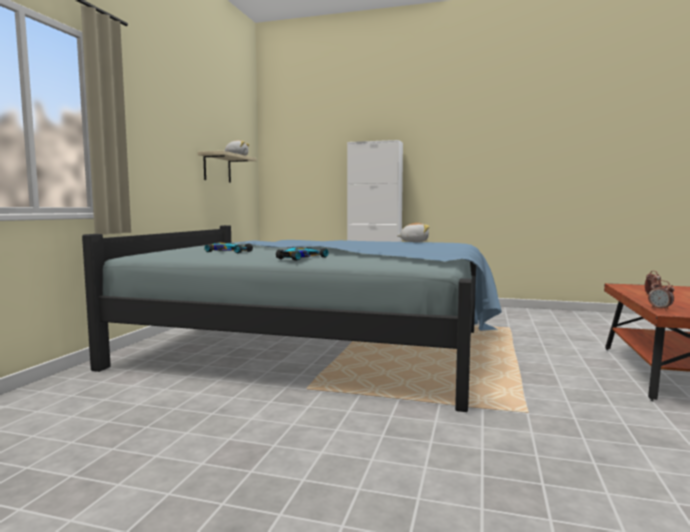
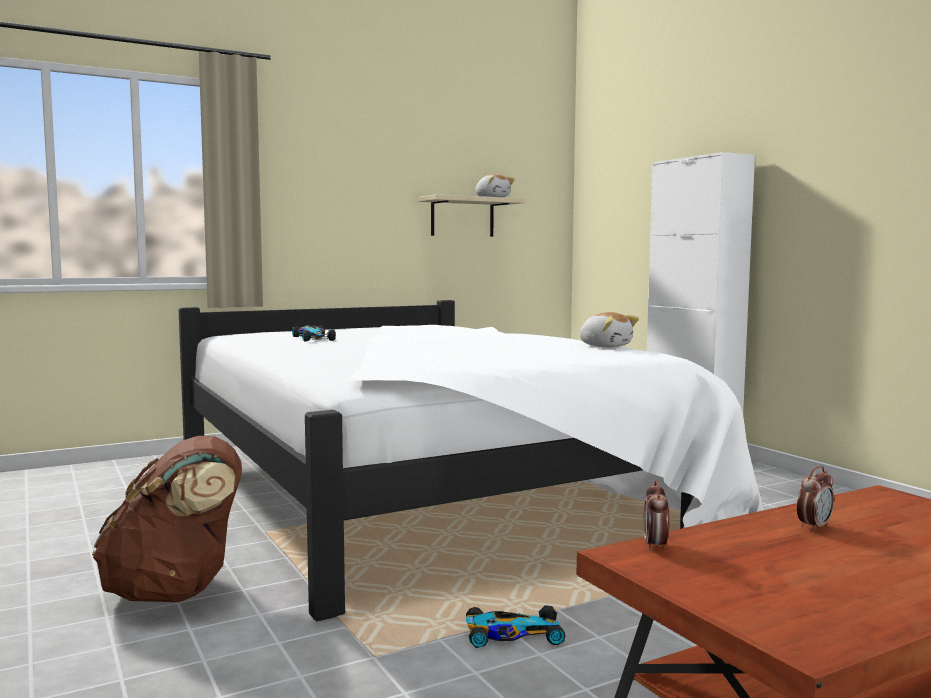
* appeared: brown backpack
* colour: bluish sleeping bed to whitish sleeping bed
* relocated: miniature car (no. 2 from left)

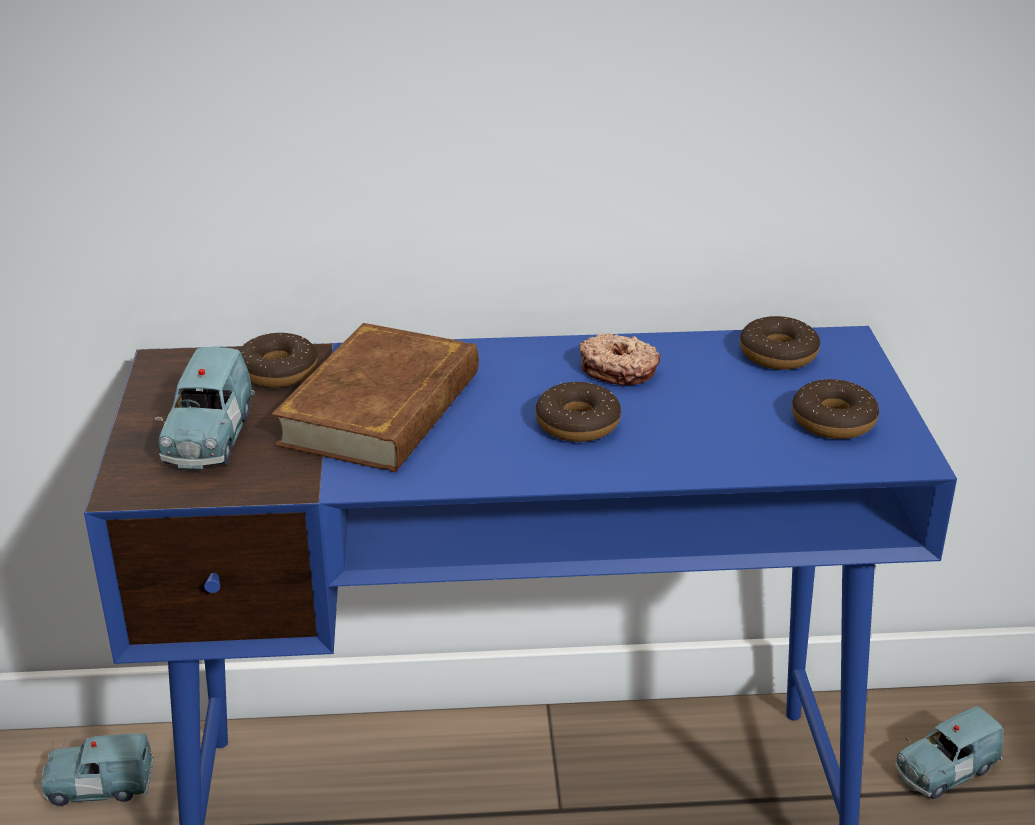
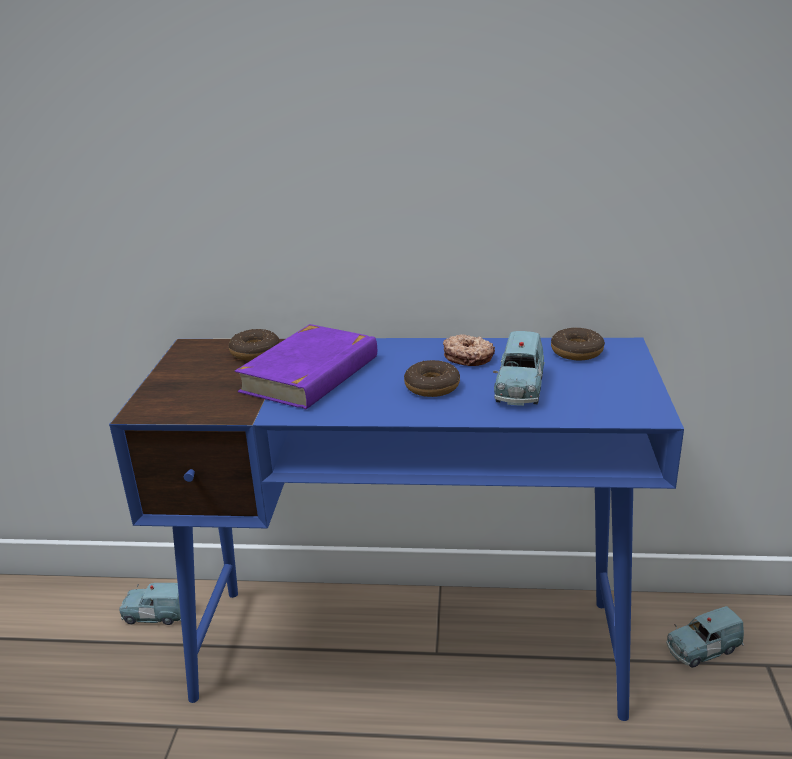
* colour: brown bound book to purple bound book
* relocated: bluish miniature car (no. 2 from left)
* missing: ring doughnut (no. 5 from left)

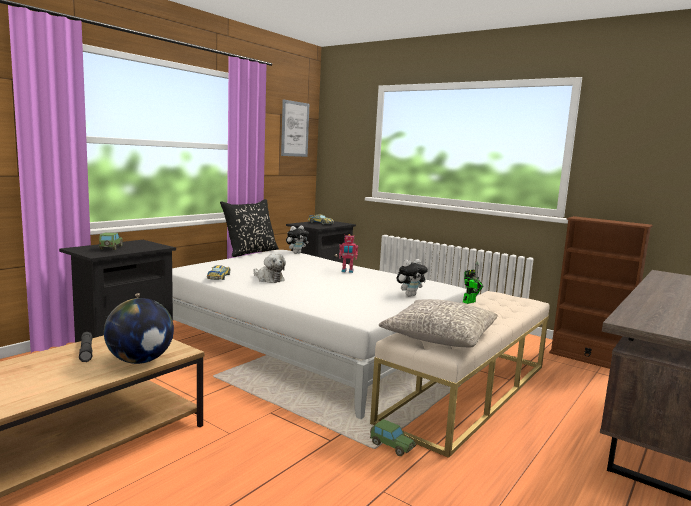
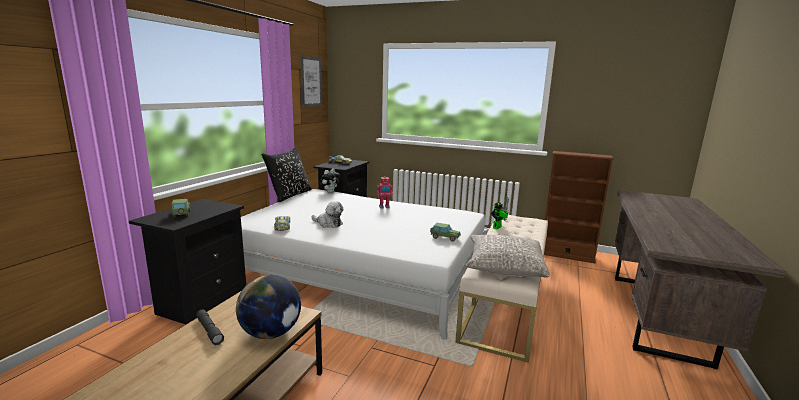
* relocated: miniature car (no. 4 from left)
* missing: soft toy (no. 3 from left)

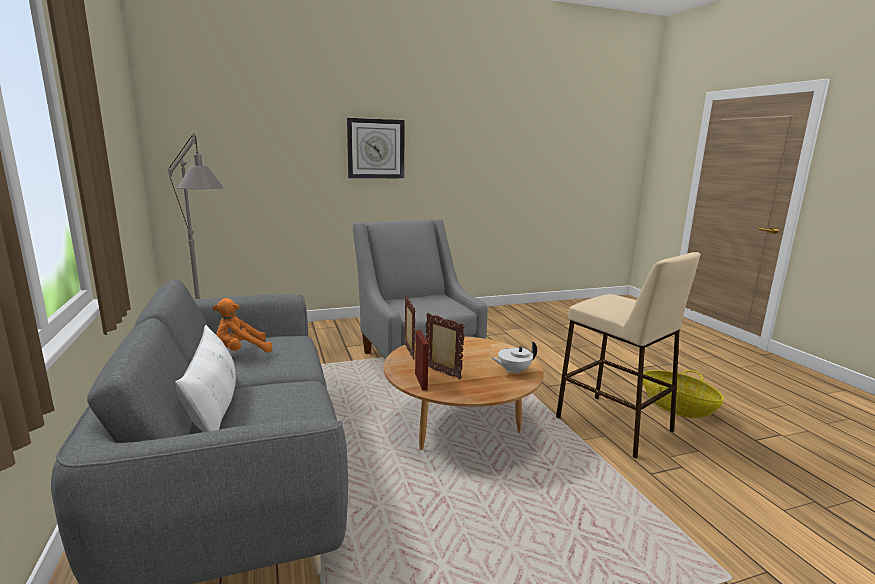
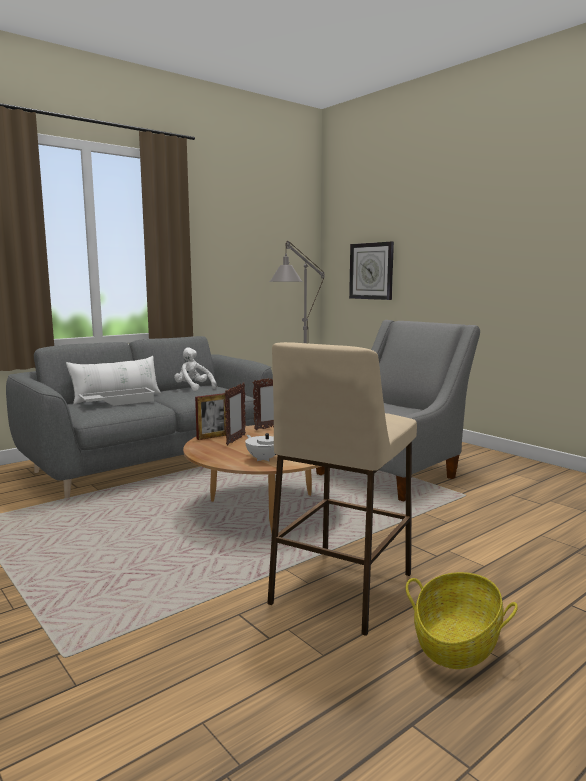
* appeared: whitish carrying tray
* colour: orange-coloured soft toy to whitish soft toy
* relocated: clock on the wall

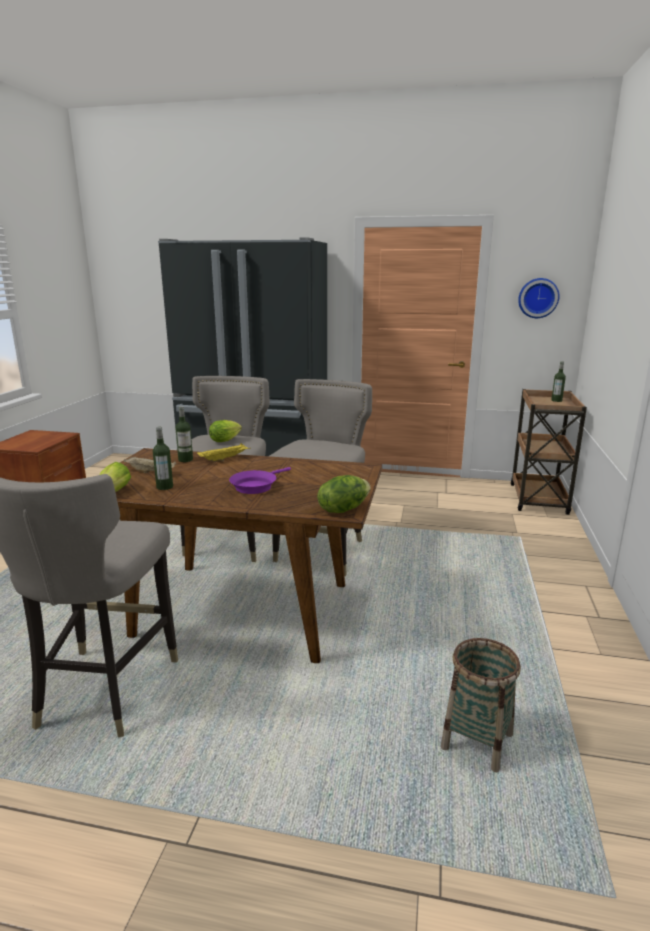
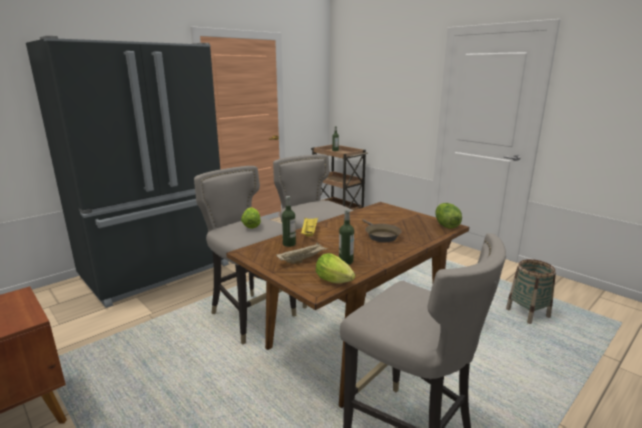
* colour: purple skillet to brown skillet
* missing: clock on the wall

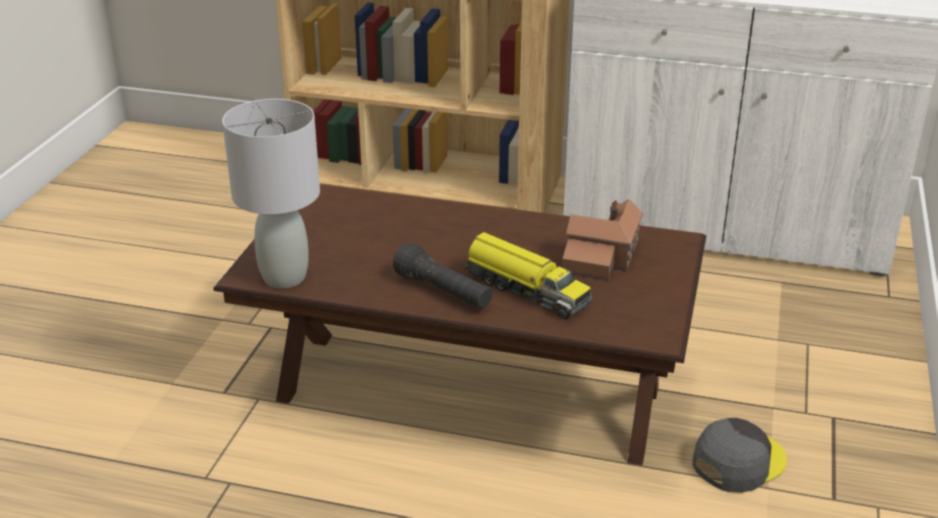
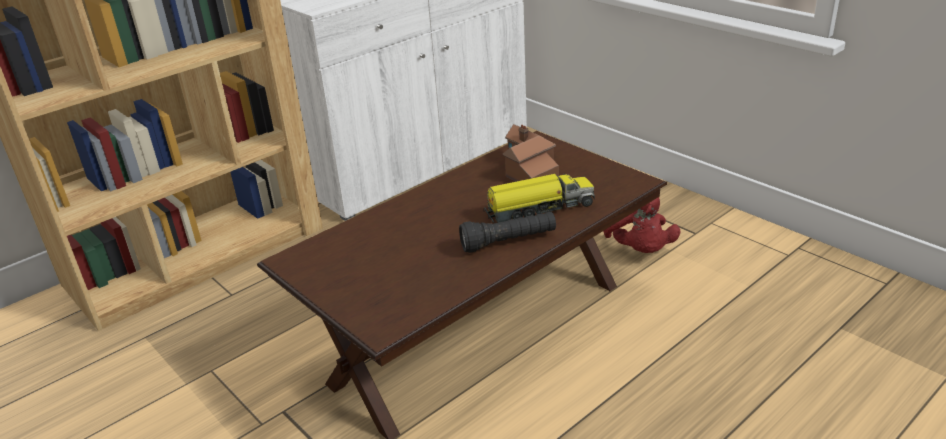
* exchanged: gray baseball cap to reddish soft toy
* missing: gray lamp for a table

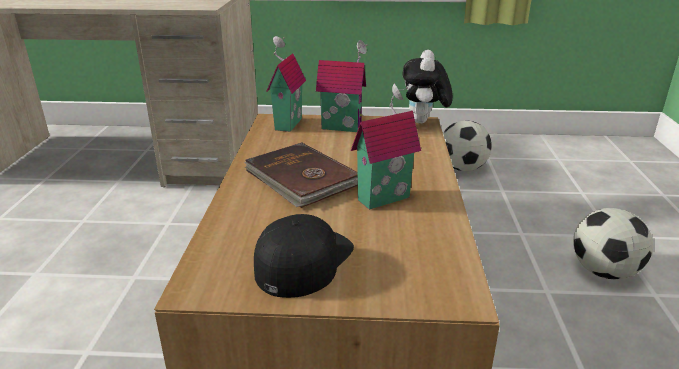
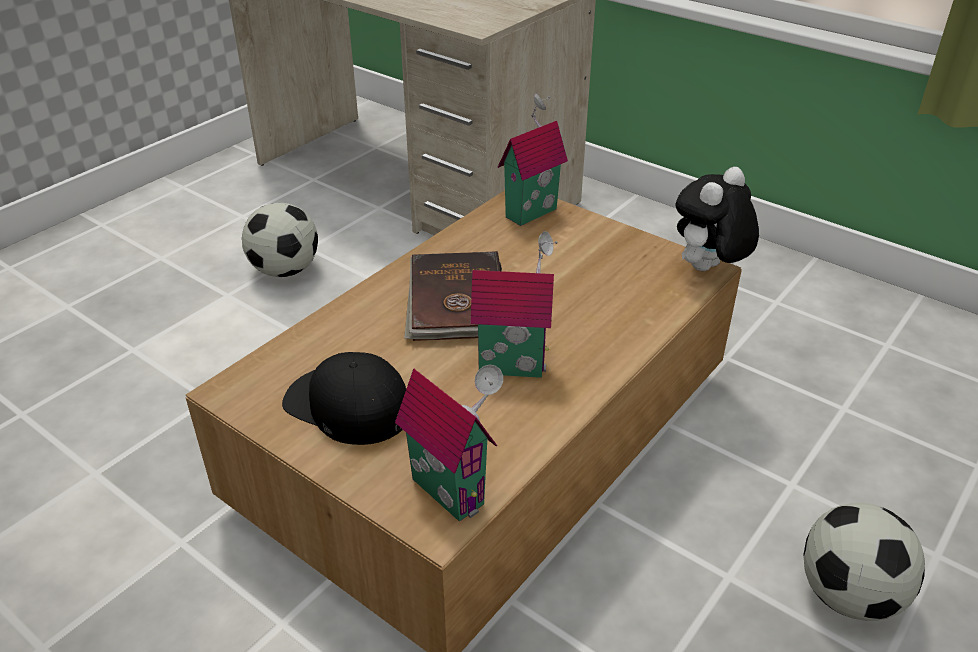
* relocated: football (no. 1 from left)
* spun: black-coloured baseball cap 120 degrees counterclockwise
* relocated: model house (no. 2 from left in the first image) to model house (no. 1 from left)

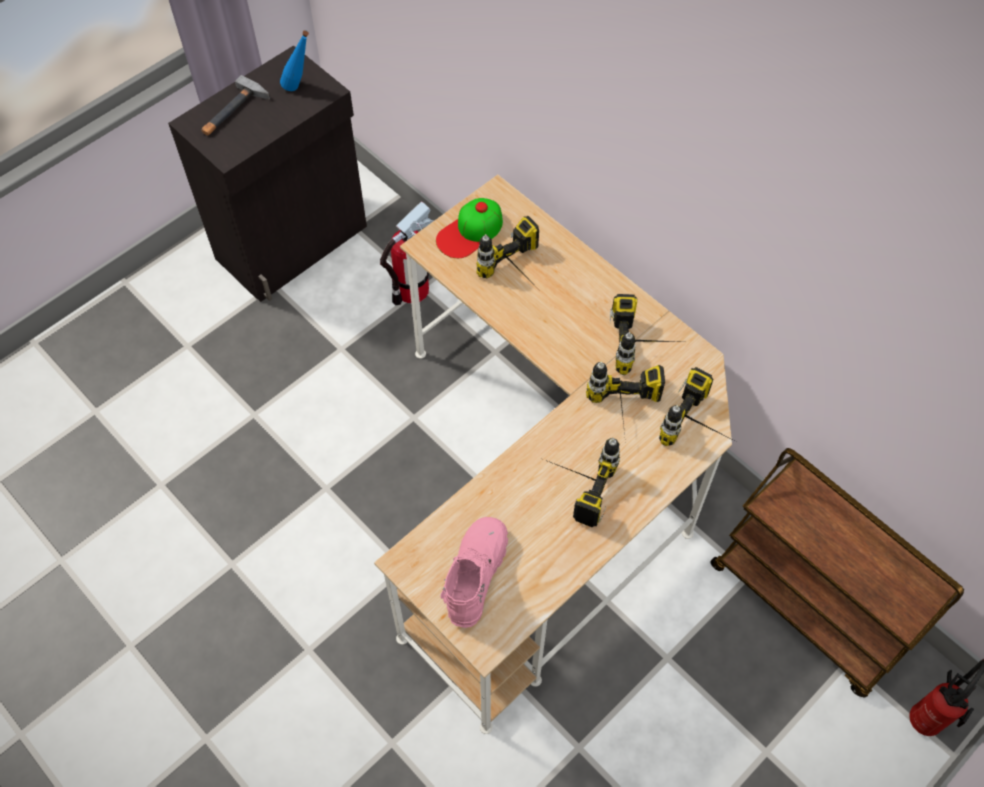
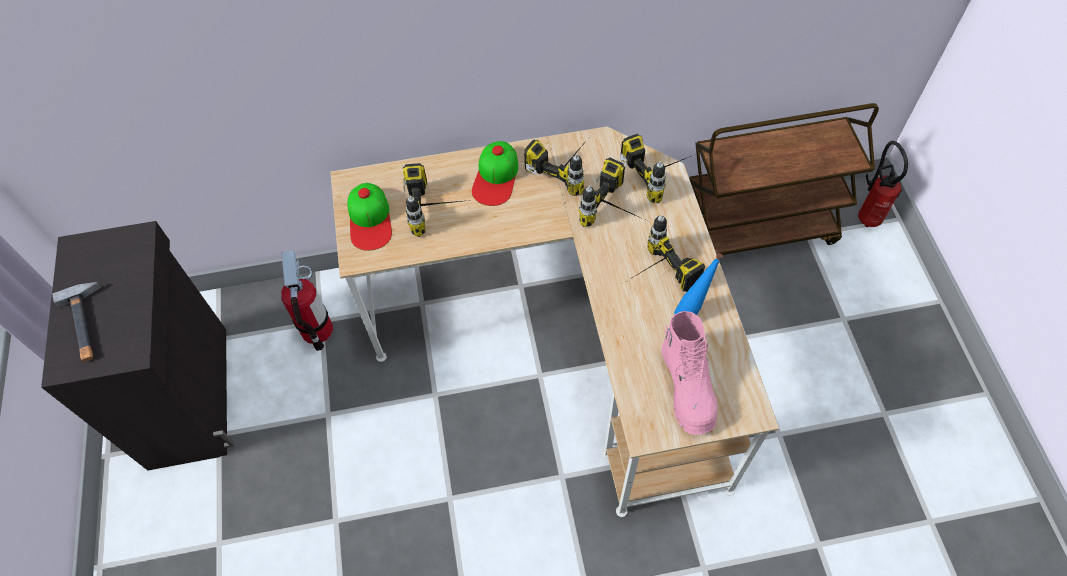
* appeared: baseball cap (no. 2 from left)
* spun: pink-coloured boot 150 degrees counterclockwise
* relocated: bluish bottle

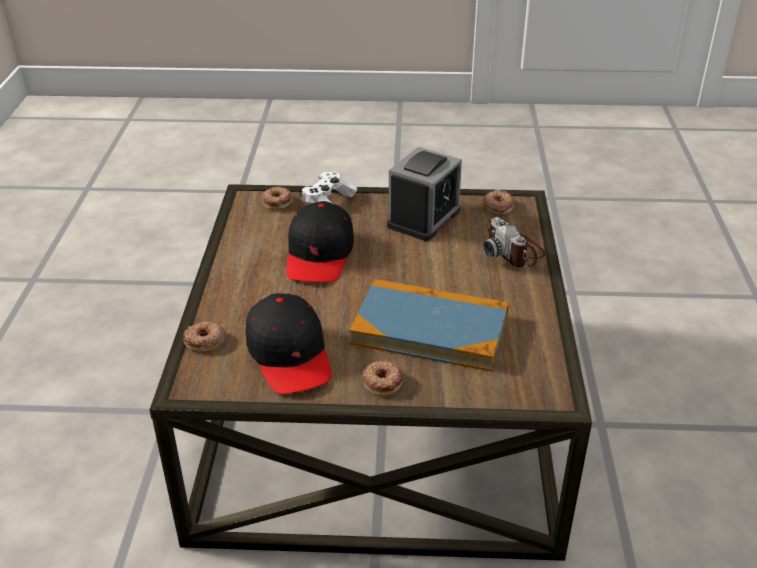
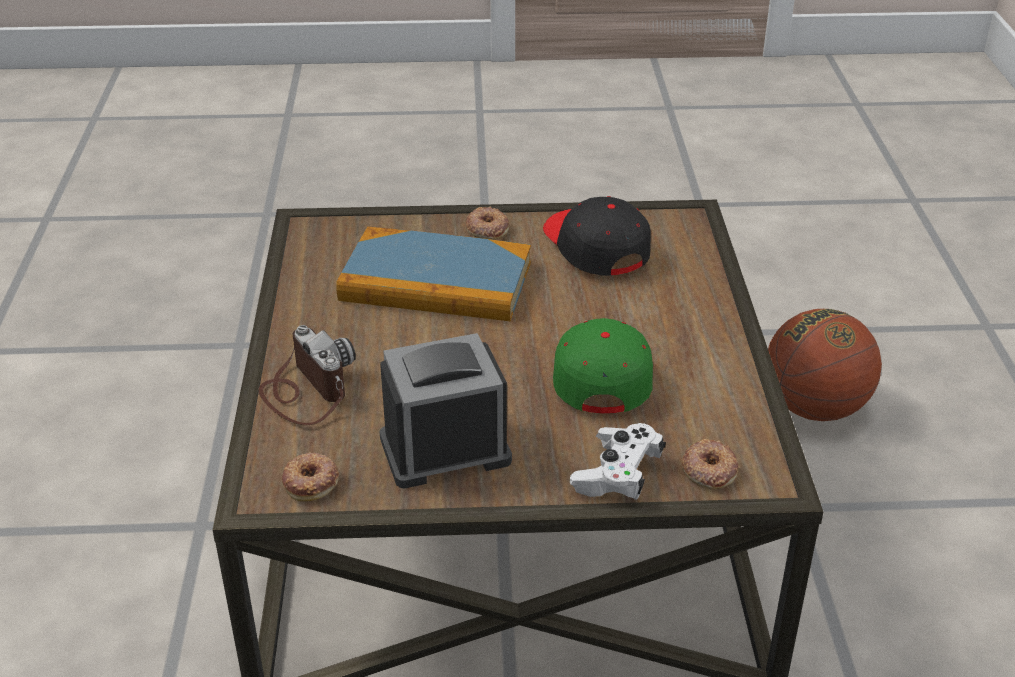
* spun: alarm clock 45 degrees clockwise
* colour: black-coloured baseball cap (no. 2 from left) to greenish baseball cap
* appeared: ball for basketball
* missing: ring doughnut (no. 1 from left)

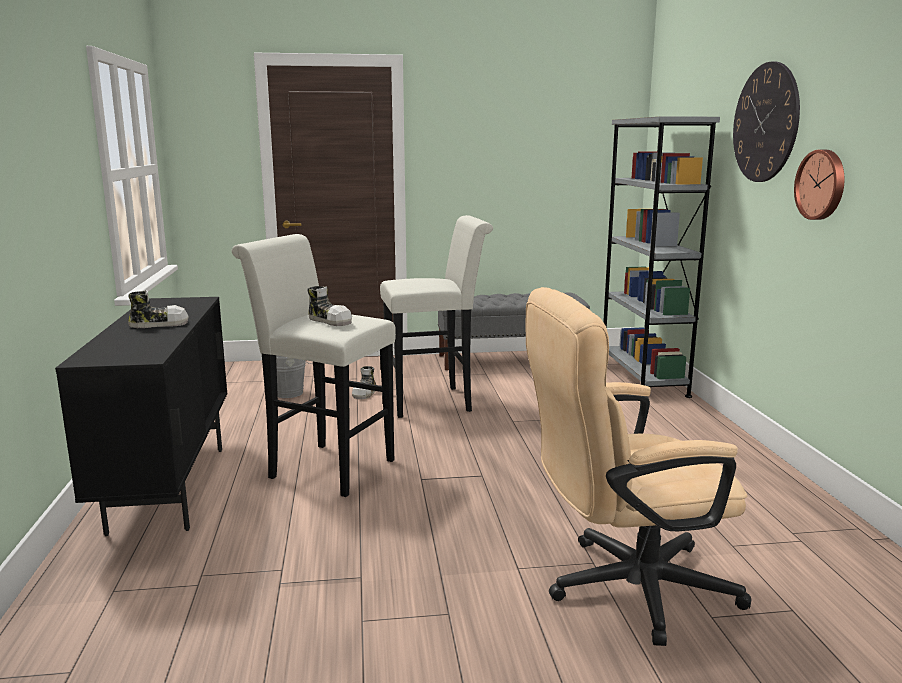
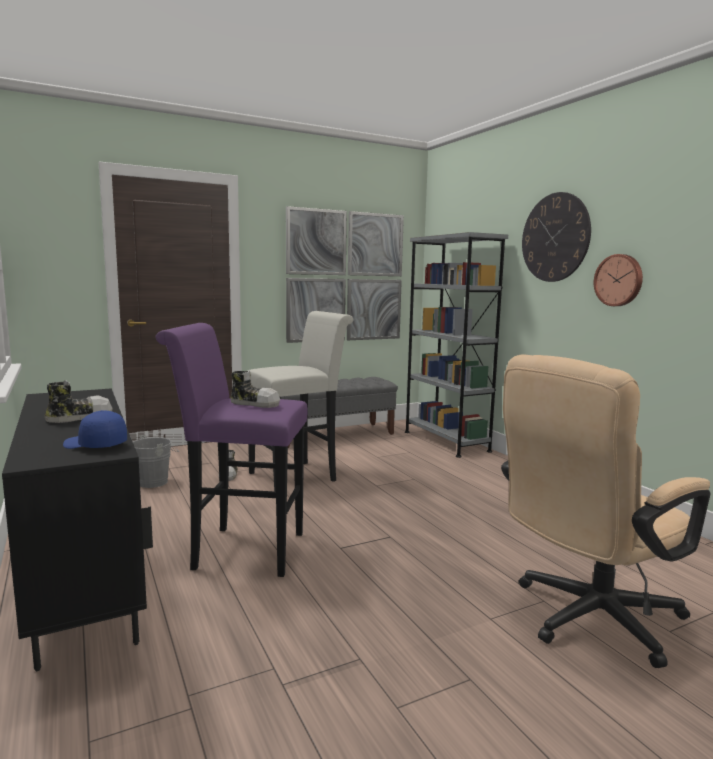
* appeared: bluish baseball cap
* colour: whitish sitting stool (no. 1 from left) to purple sitting stool
* appeared: picture

